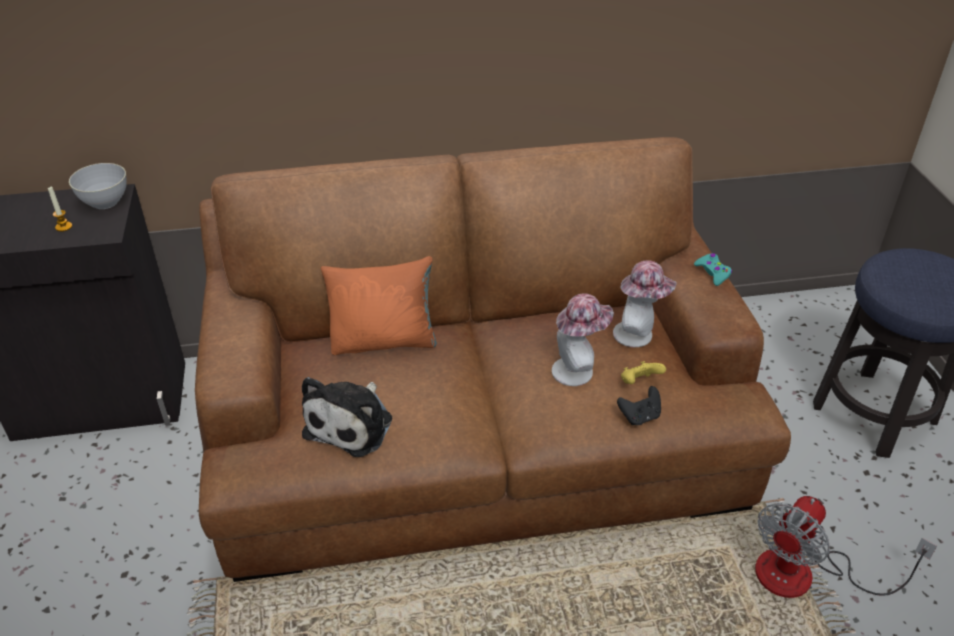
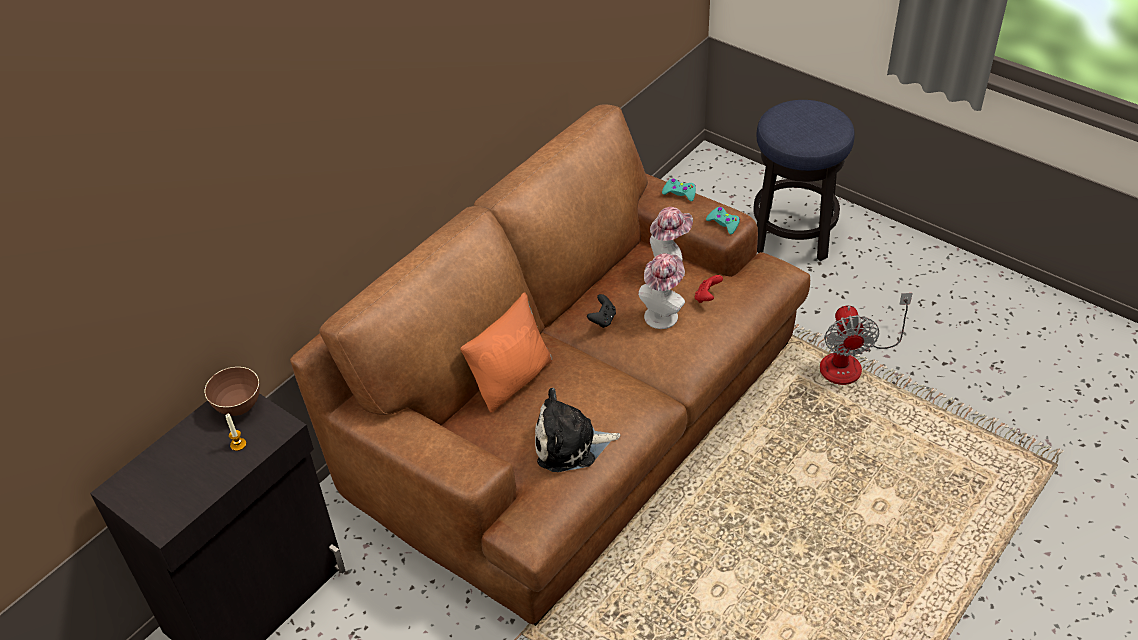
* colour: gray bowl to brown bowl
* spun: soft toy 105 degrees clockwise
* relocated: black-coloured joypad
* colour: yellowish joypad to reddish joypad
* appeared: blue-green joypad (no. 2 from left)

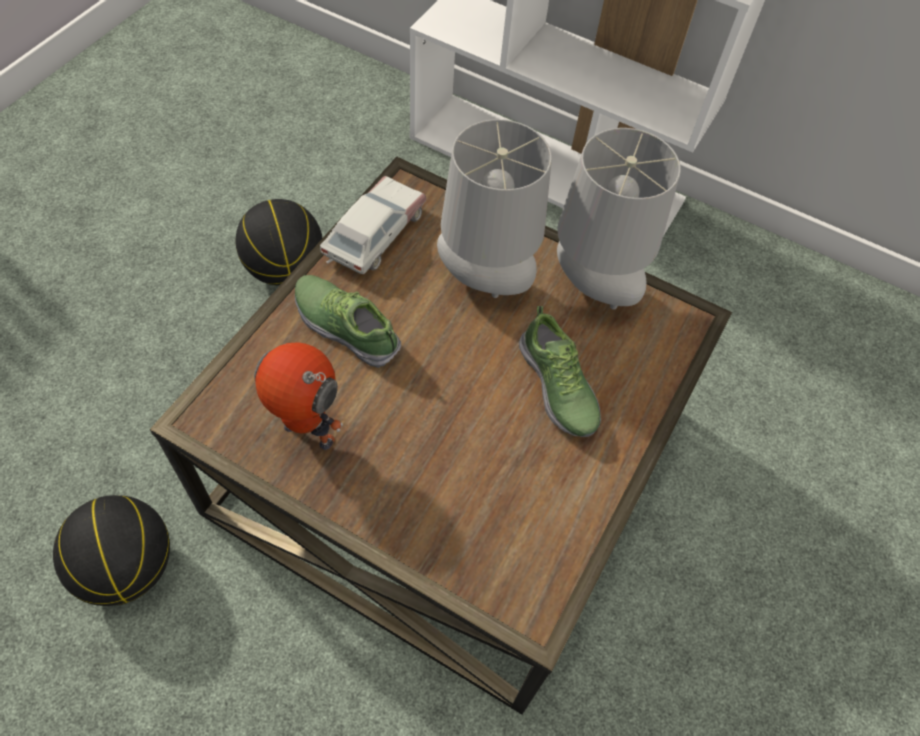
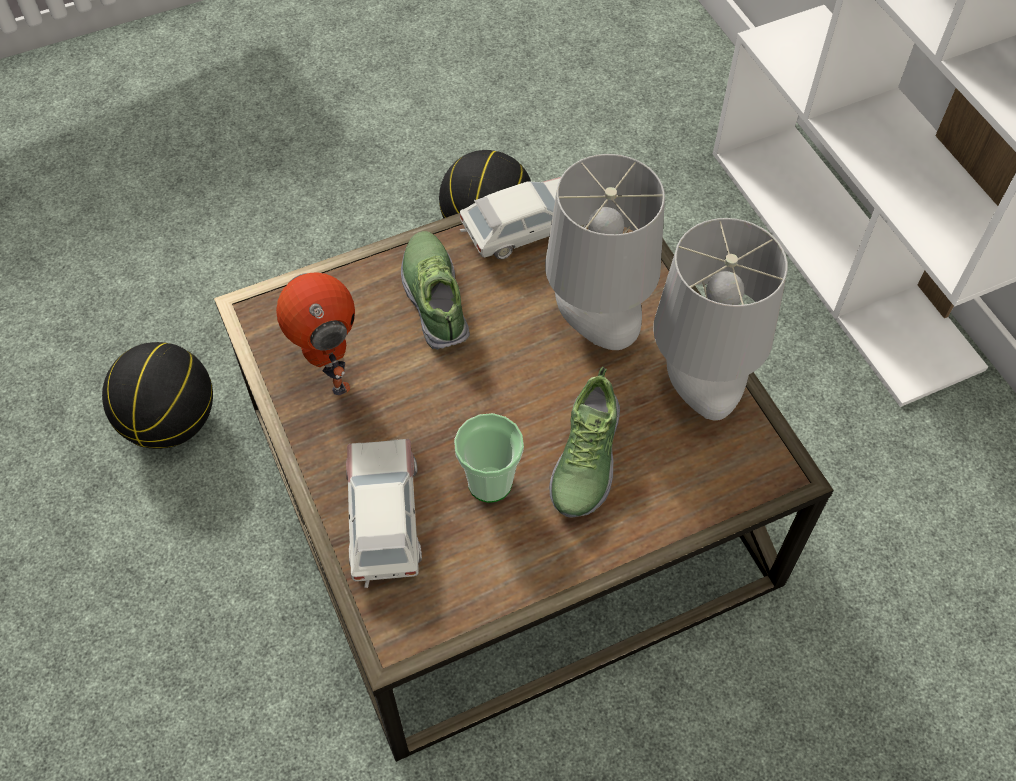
* appeared: miniature car (no. 1 from left)
* appeared: small cup

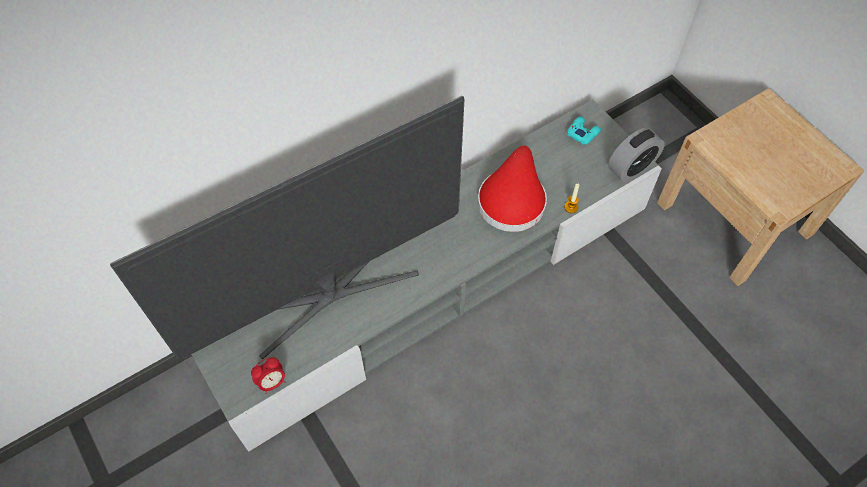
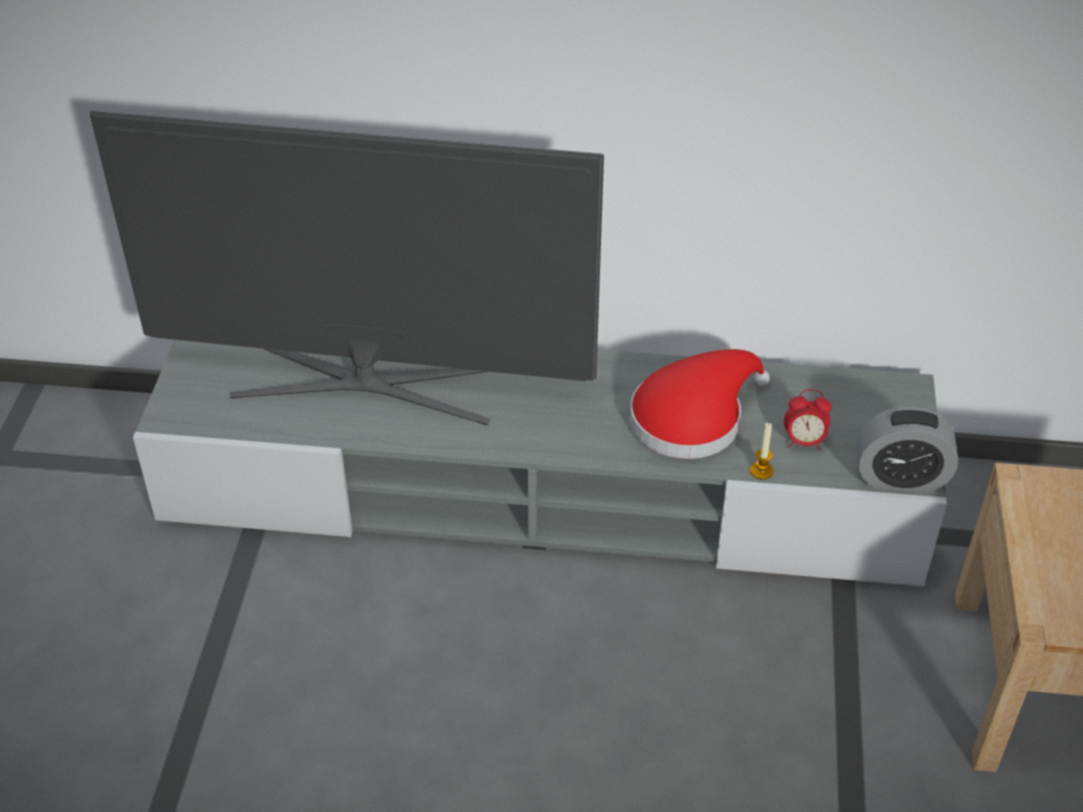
* relocated: alarm clock (no. 1 from left)
* missing: blue-green joypad

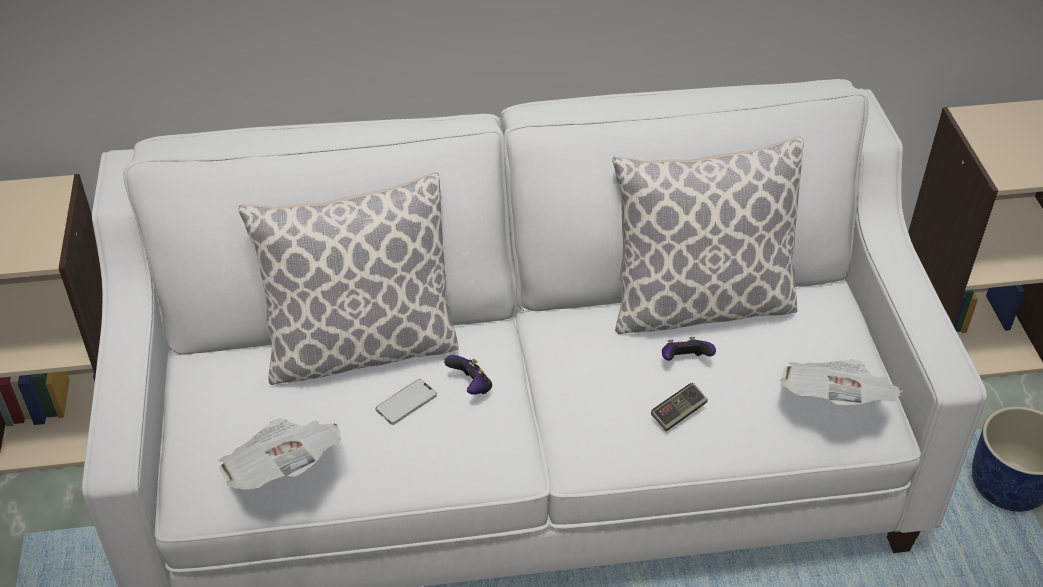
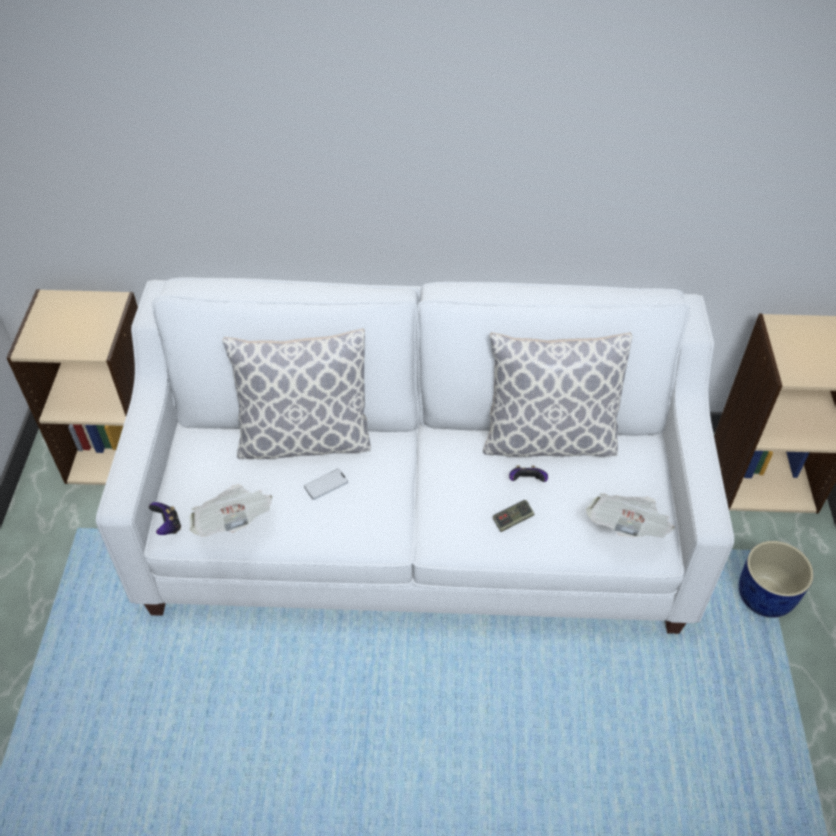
* relocated: joypad (no. 1 from left)

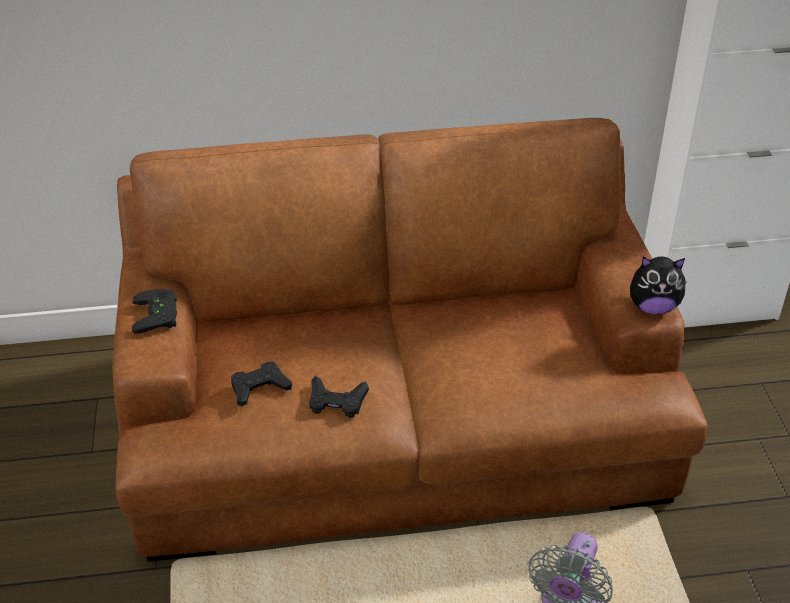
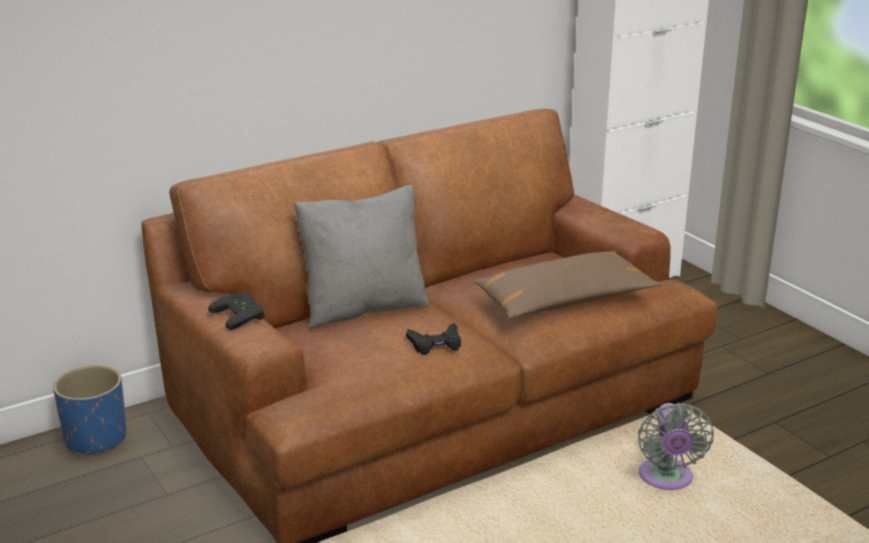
* appeared: bluish flower pot
* appeared: gray pillow
* appeared: brown pillow
* missing: black-coloured joypad (no. 2 from left)
* missing: soft toy

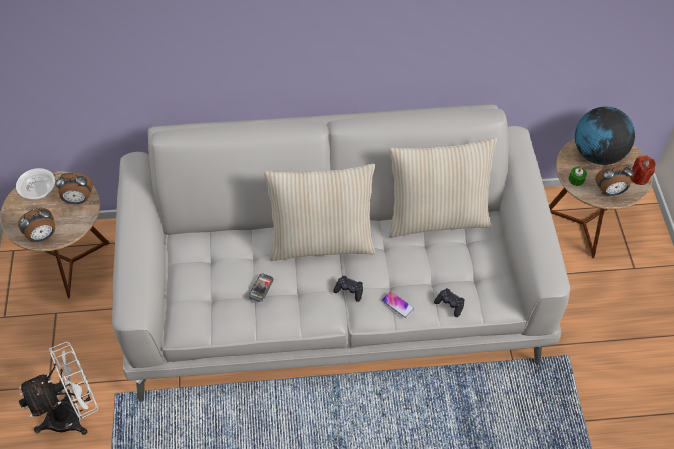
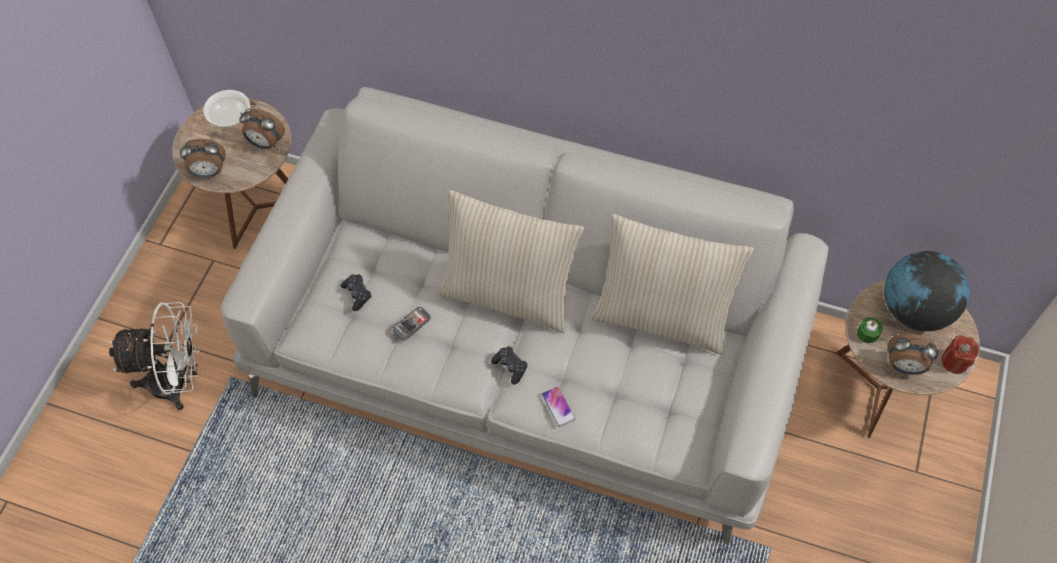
* relocated: black-coloured joypad (no. 2 from left in the first image) to black-coloured joypad (no. 1 from left)

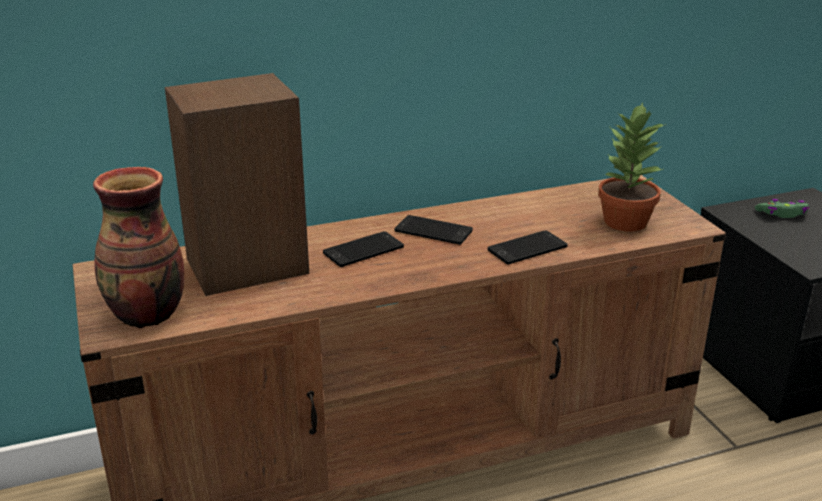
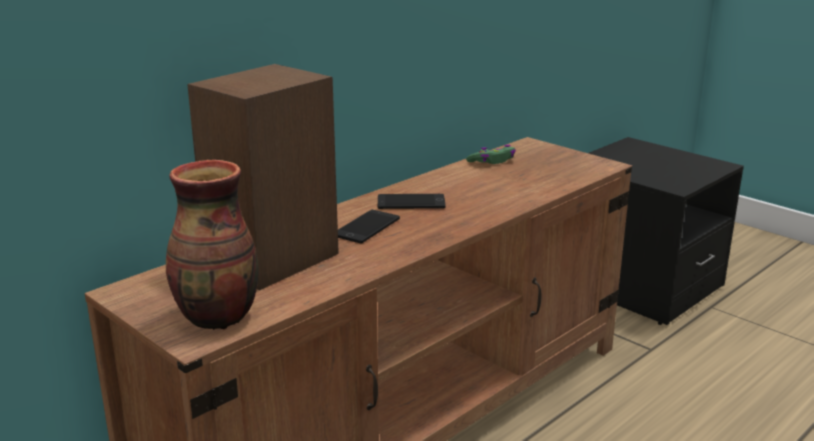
* relocated: greenish joypad
* missing: phone (no. 3 from left)
* missing: plant in a pot

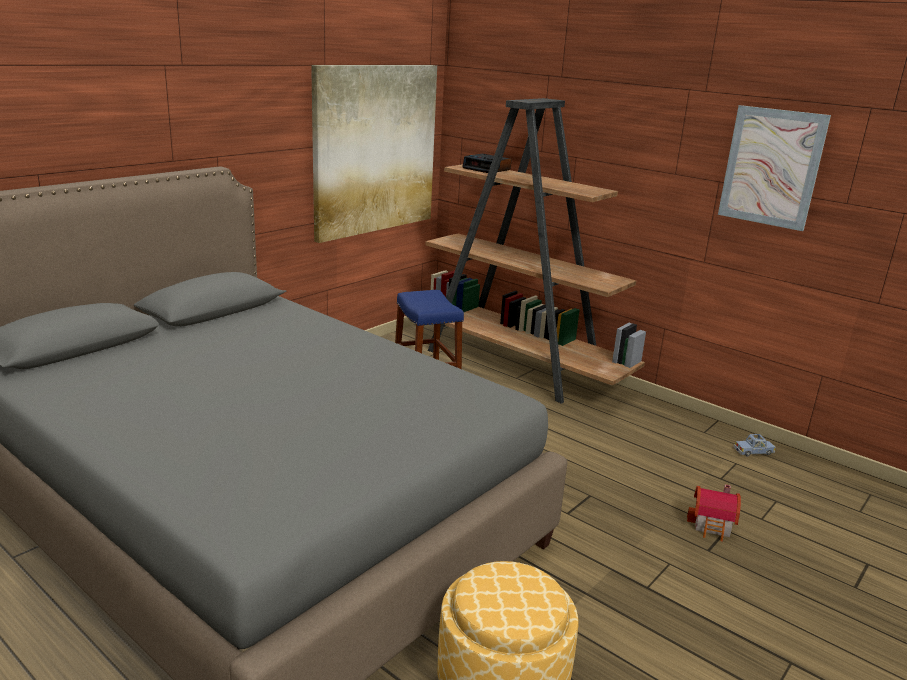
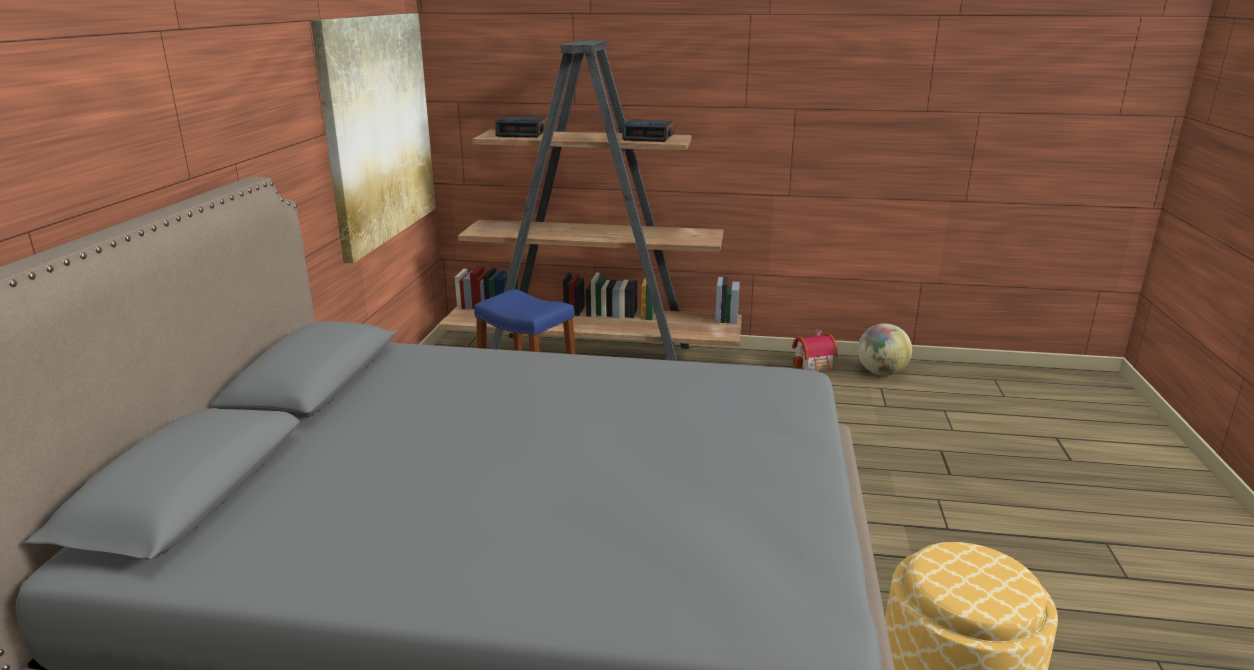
* appeared: alarm clock (no. 2 from left)
* relocated: model house
* exchanged: bluish miniature car to world globe
* missing: picture (no. 2 from left)

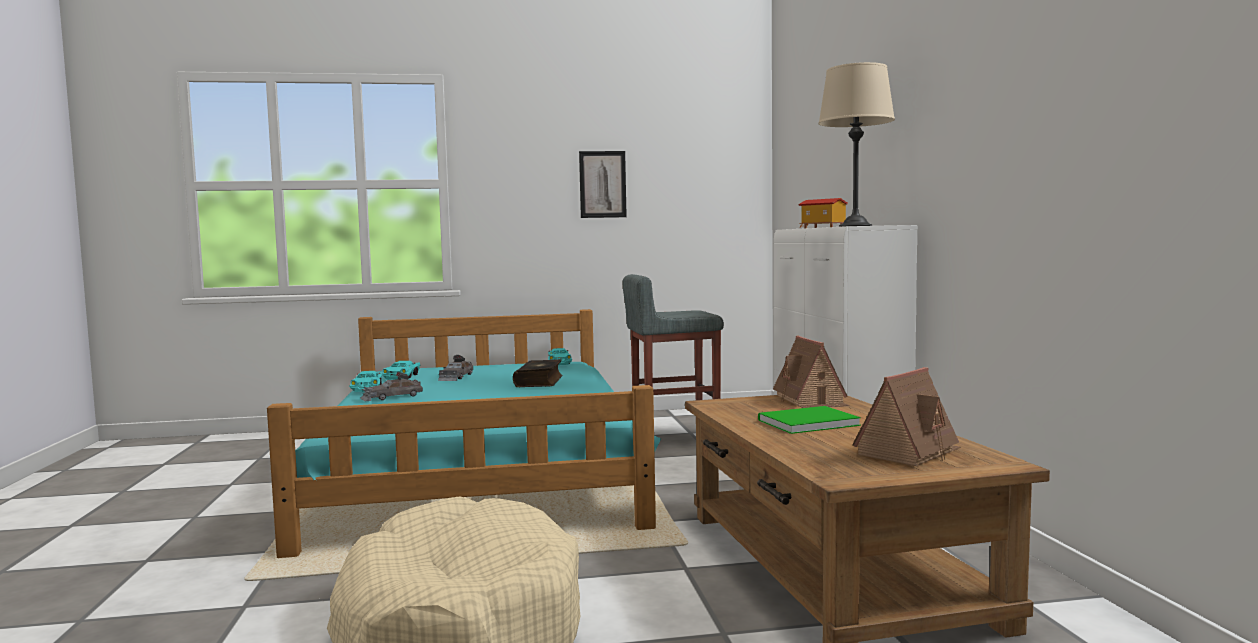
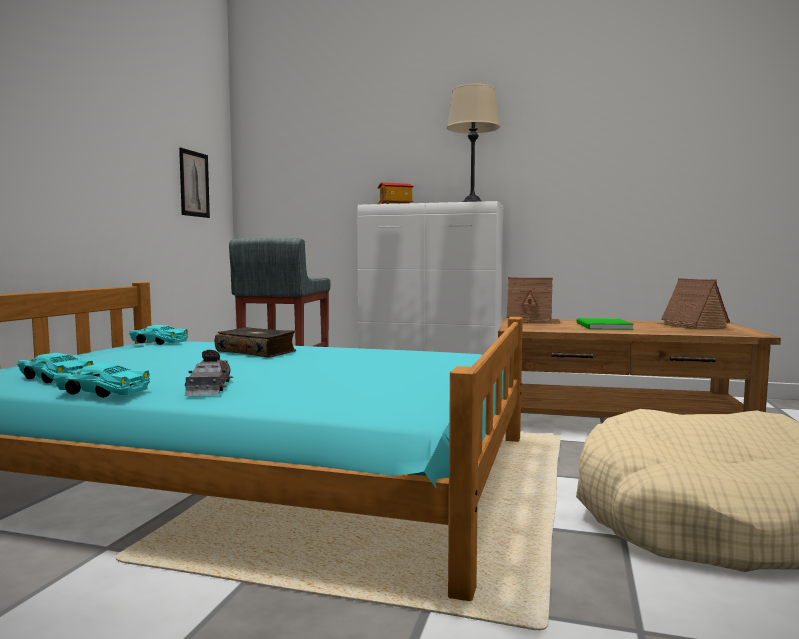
* relocated: picture
* missing: gray miniature car (no. 2 from left)

